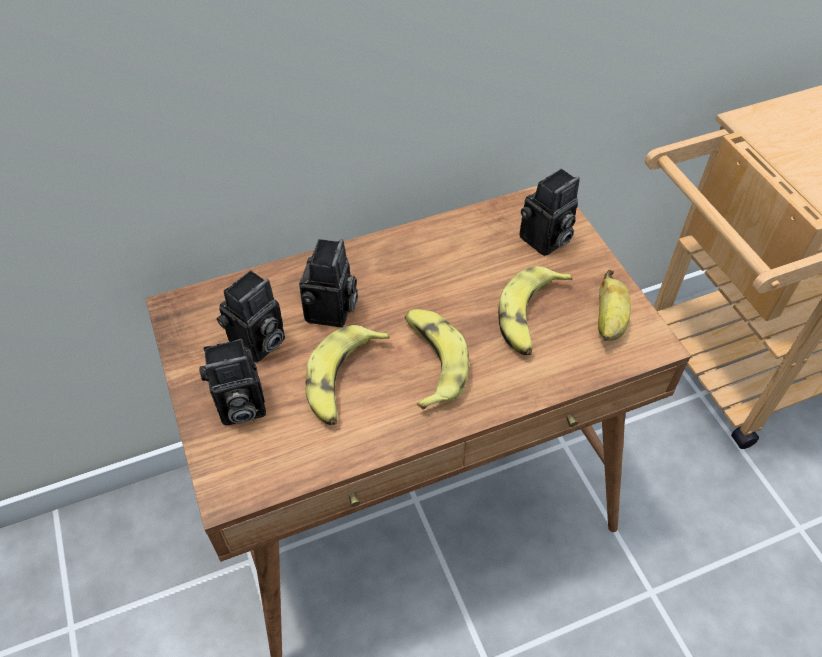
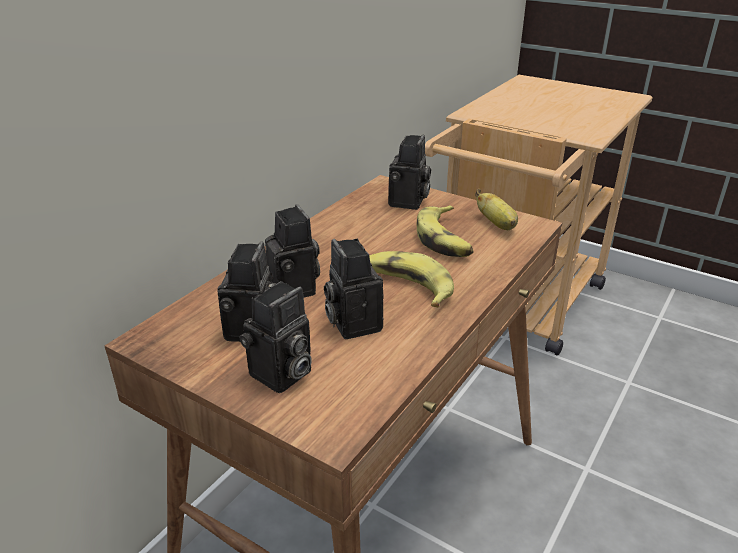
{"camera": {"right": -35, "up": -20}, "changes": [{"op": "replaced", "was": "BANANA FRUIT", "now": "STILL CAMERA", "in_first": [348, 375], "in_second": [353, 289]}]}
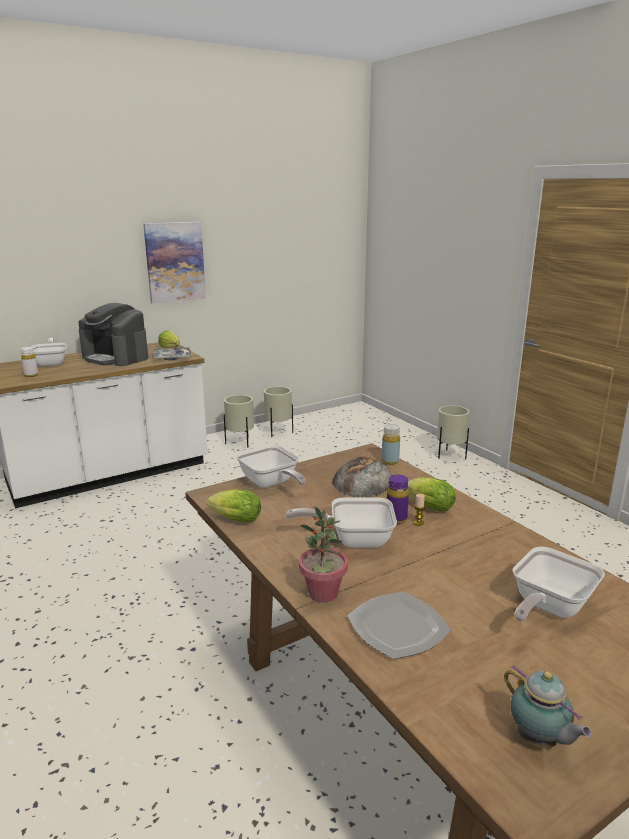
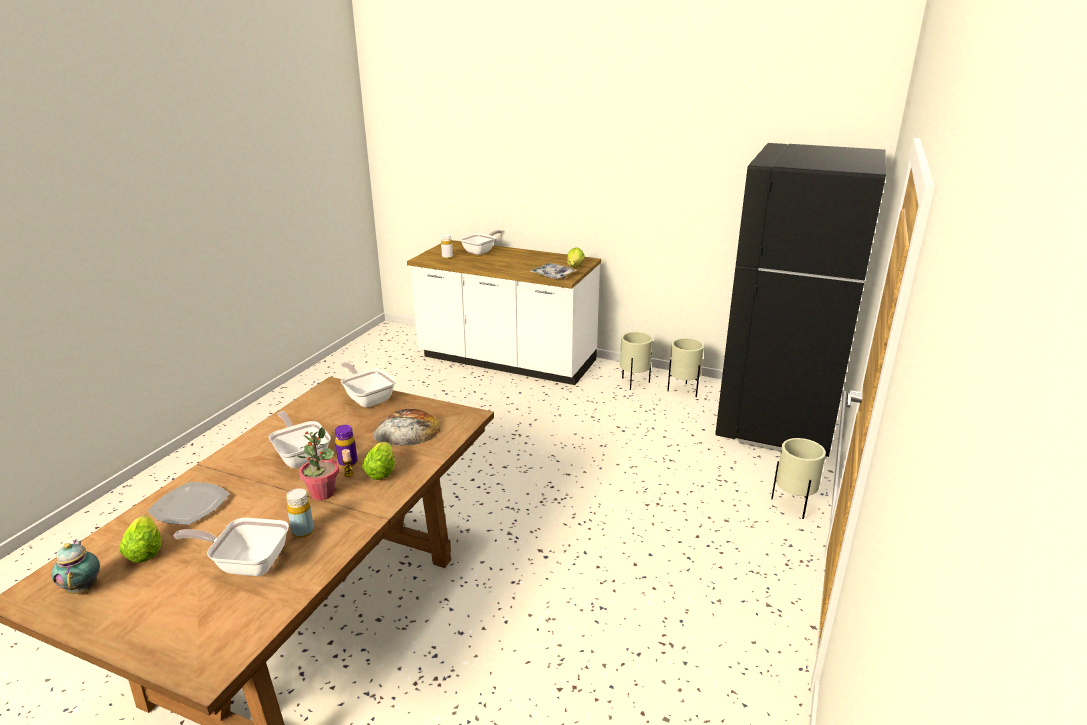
{"camera": {"right": 55, "up": 5}, "changes": [{"op": "turned", "was": "TEA POT", "in_first": [548, 706], "in_second": [75, 567], "clockwise": 135}, {"op": "moved", "was": "LETTUCE", "in_first": [234, 506], "in_second": [140, 539]}, {"op": "moved", "was": "YELLOW-COLOURED BEVERAGE BOTTLE", "in_first": [391, 444], "in_second": [300, 513]}, {"op": "moved", "was": "PLANT IN A POT", "in_first": [323, 554], "in_second": [317, 463]}, {"op": "turned", "was": "PAN", "in_first": [271, 466], "in_second": [368, 385], "clockwise": 120}, {"op": "added", "now": "BLACK FRIDGE", "in_second": [800, 301]}, {"op": "removed", "was": "COFFEE BREWER", "in_first": [113, 334]}, {"op": "removed", "was": "PICTURE", "in_first": [174, 263]}]}
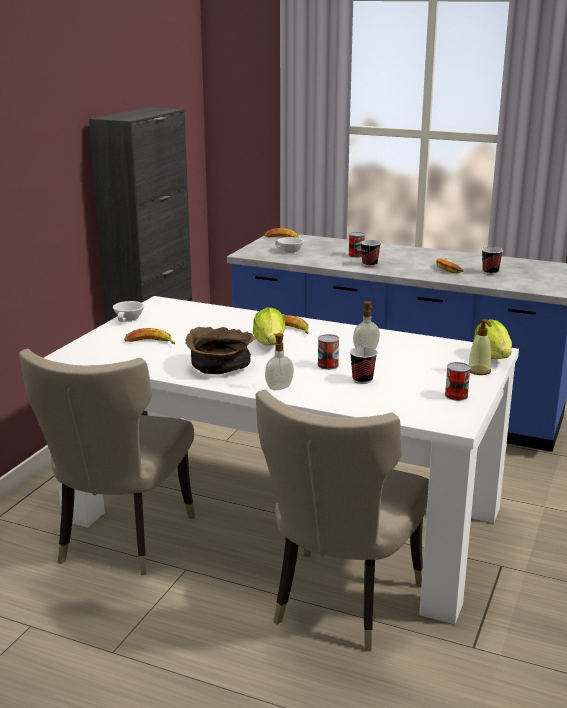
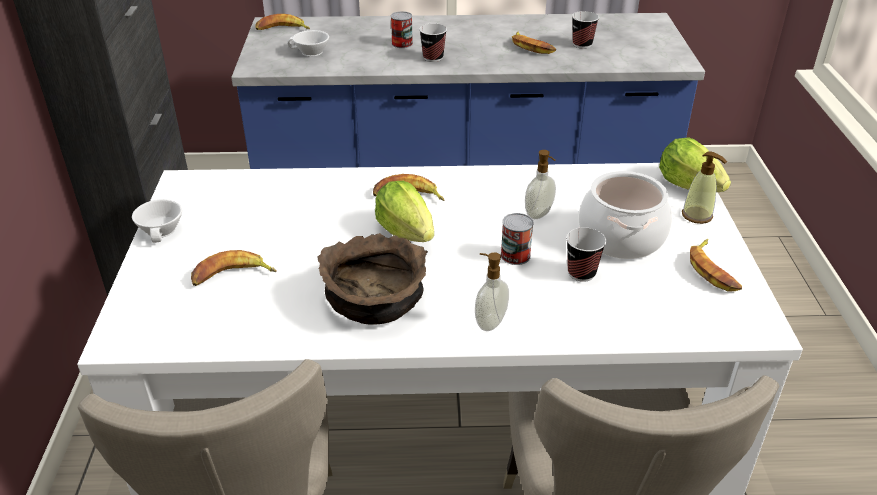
{"camera": {"right": -25, "up": 15}, "changes": [{"op": "added", "now": "SAUCEPOT", "in_second": [625, 215]}, {"op": "replaced", "was": "SEALED CAN", "now": "BANANA FRUIT", "in_first": [458, 381], "in_second": [716, 265]}]}
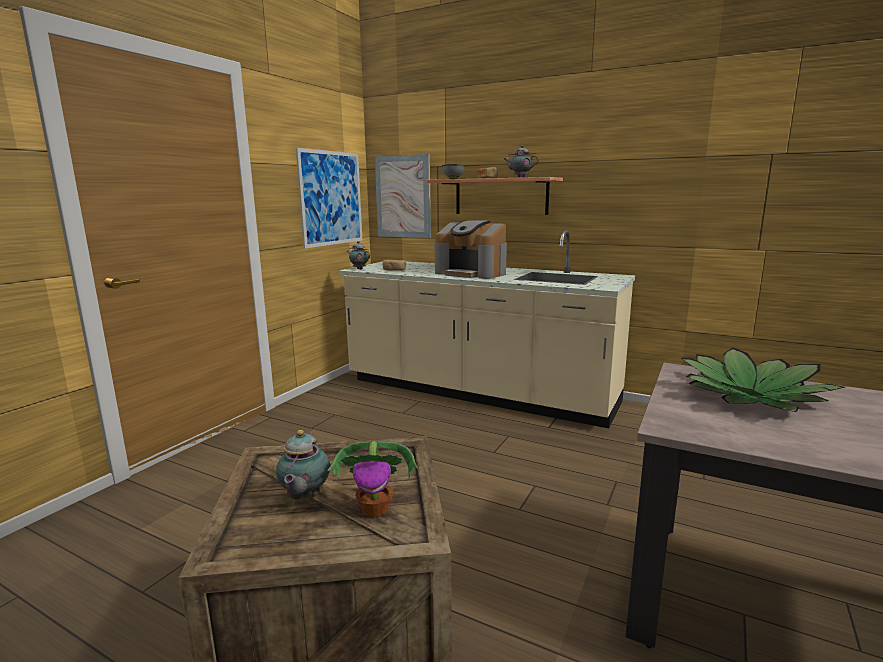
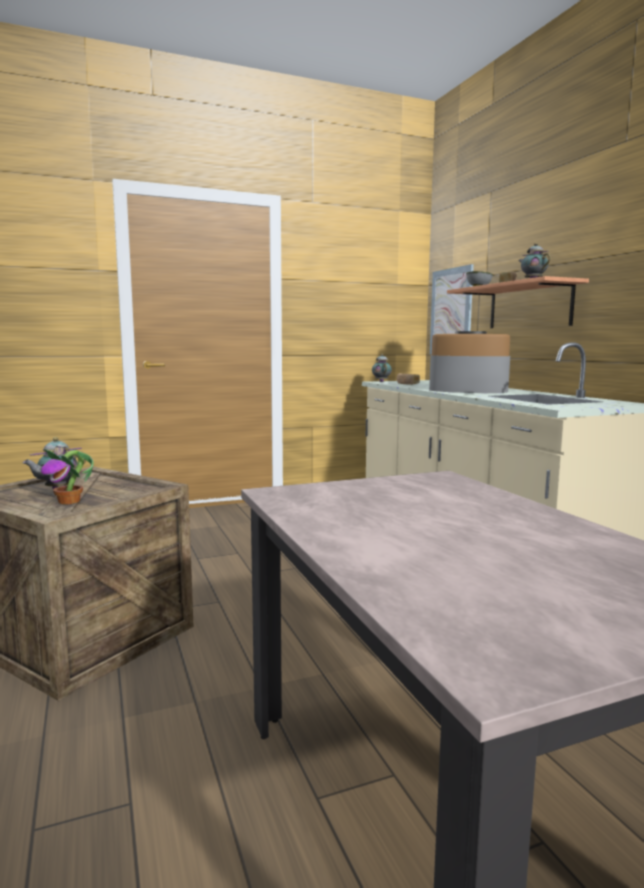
{"camera": {"right": 40, "up": -5}, "changes": [{"op": "turned", "was": "COFFEE BREWER", "in_first": [471, 249], "in_second": [469, 362], "clockwise": 120}, {"op": "removed", "was": "PICTURE", "in_first": [329, 198]}, {"op": "removed", "was": "PLANT IN A POT", "in_first": [763, 379]}]}
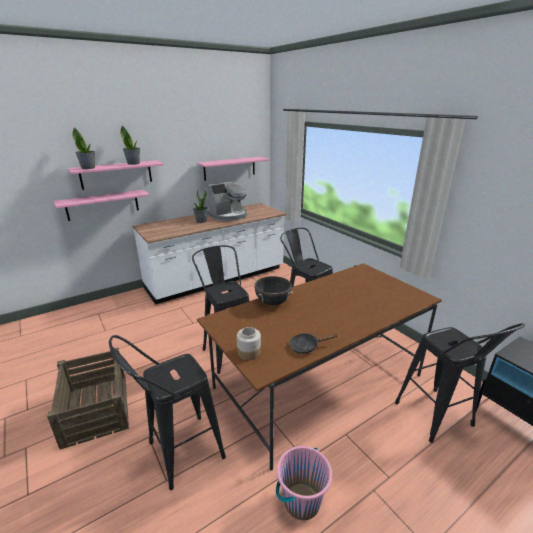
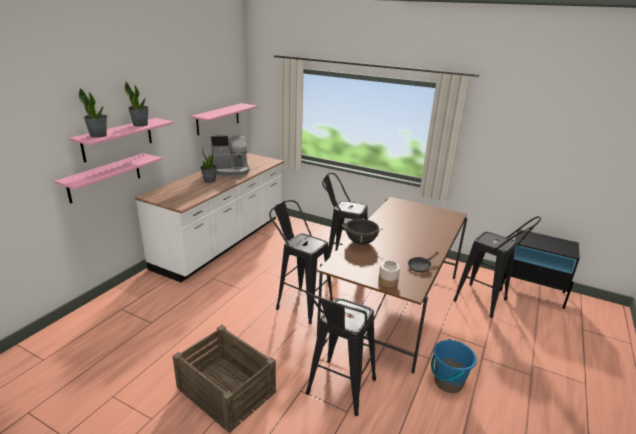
{"camera": {"right": -30, "up": 0}, "changes": [{"op": "turned", "was": "COFFEE BREWER", "in_first": [227, 201], "in_second": [230, 155], "clockwise": 45}, {"op": "recoloured", "was": "PINK-COLOURED PAIL", "now": "BLUE-COLOURED PAIL", "in_first": [304, 483], "in_second": [454, 366]}]}
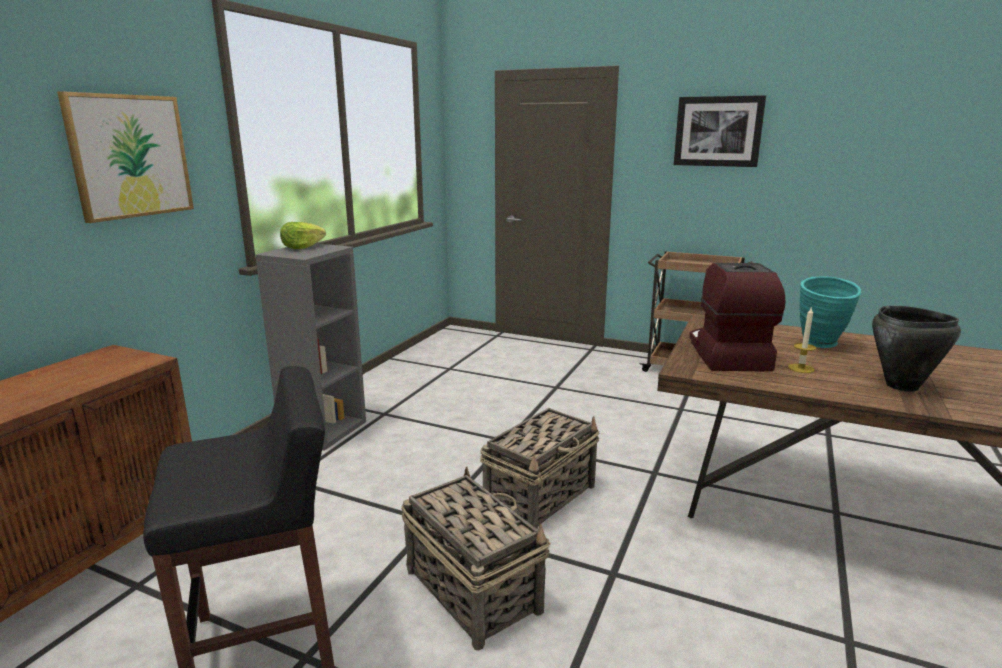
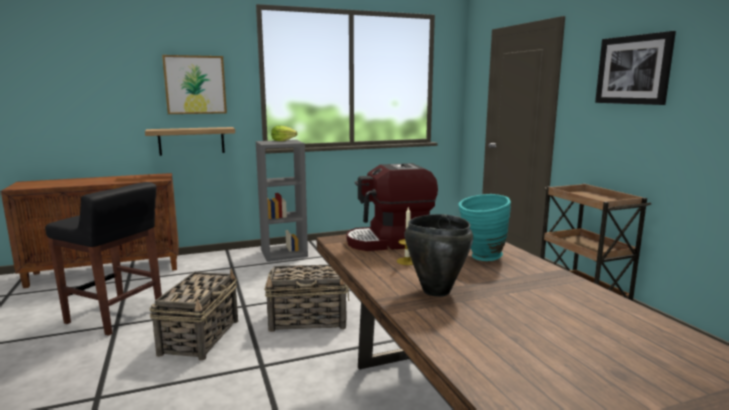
{"camera": {"right": 45, "up": -5}, "changes": [{"op": "added", "now": "BRACKET SHELF", "in_second": [190, 141]}, {"op": "turned", "was": "COFFEE BREWER", "in_first": [737, 317], "in_second": [392, 207], "clockwise": -150}]}
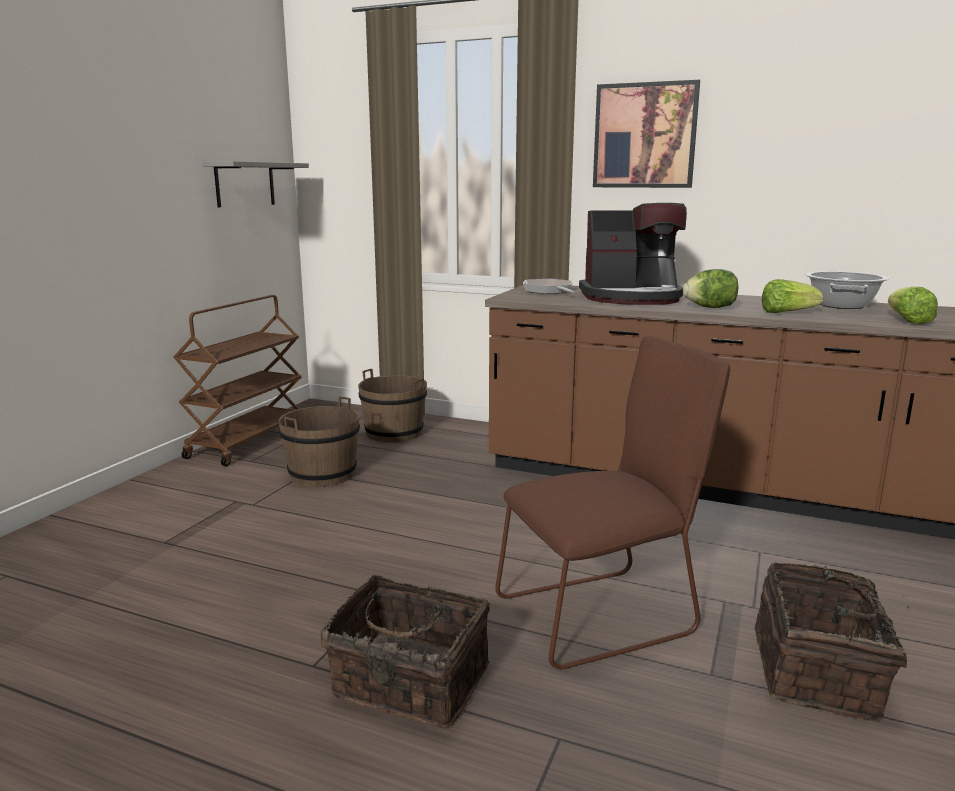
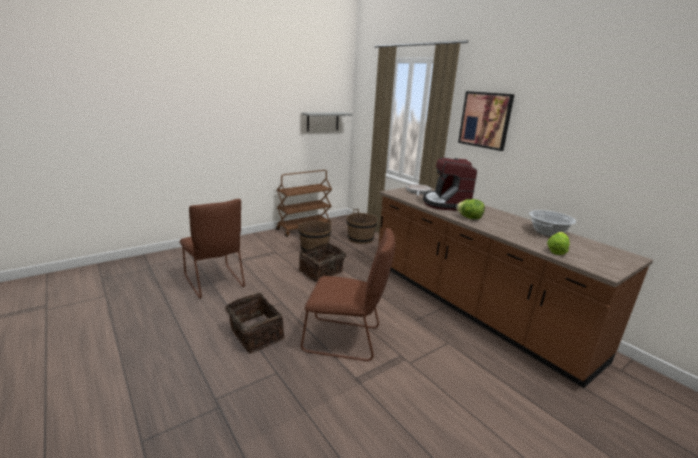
{"camera": {"right": 30, "up": 5}, "changes": [{"op": "added", "now": "BROWN CHAIR", "in_second": [212, 249]}, {"op": "moved", "was": "STORAGE BASKET", "in_first": [832, 641], "in_second": [324, 263]}, {"op": "turned", "was": "COFFEE BREWER", "in_first": [633, 254], "in_second": [450, 184], "clockwise": 60}, {"op": "removed", "was": "LETTUCE", "in_first": [792, 296]}]}
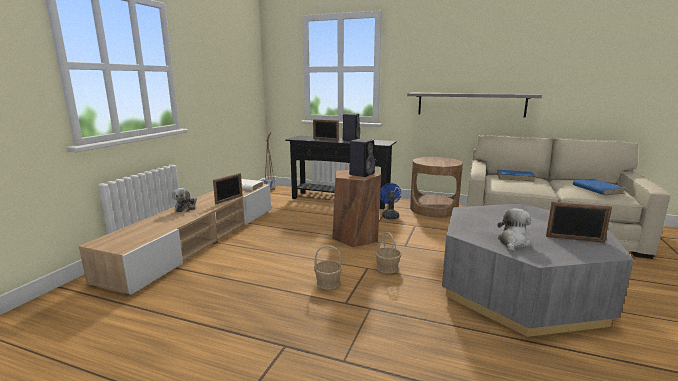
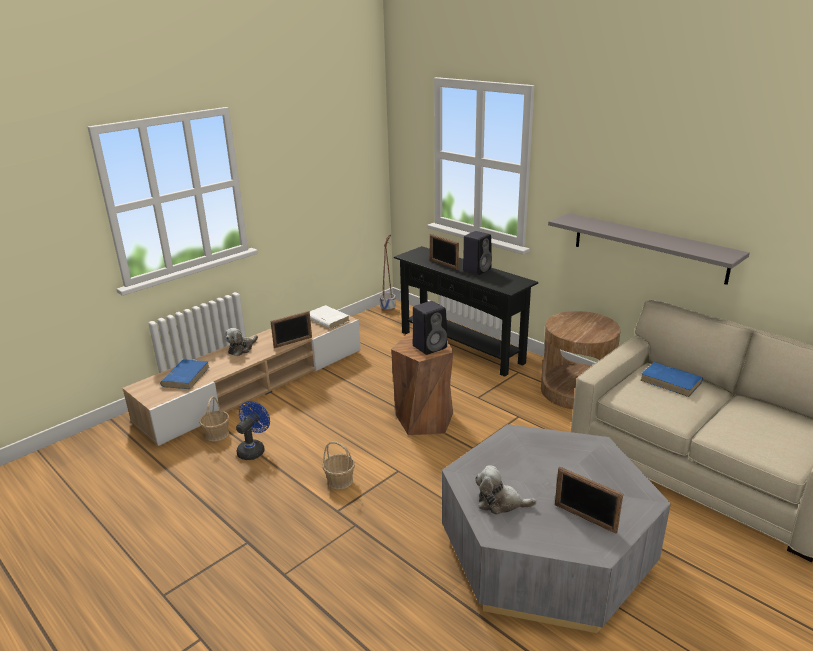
{"camera": {"right": 25, "up": 10}, "changes": [{"op": "moved", "was": "BLUE-COLOURED BOUND BOOK", "in_first": [598, 187], "in_second": [184, 374]}, {"op": "moved", "was": "STORAGE BASKET", "in_first": [388, 253], "in_second": [214, 419]}, {"op": "moved", "was": "BLUE-COLOURED COOLING FAN", "in_first": [390, 201], "in_second": [253, 430]}, {"op": "turned", "was": "PLUSH TOY", "in_first": [514, 230], "in_second": [506, 490], "clockwise": -135}]}
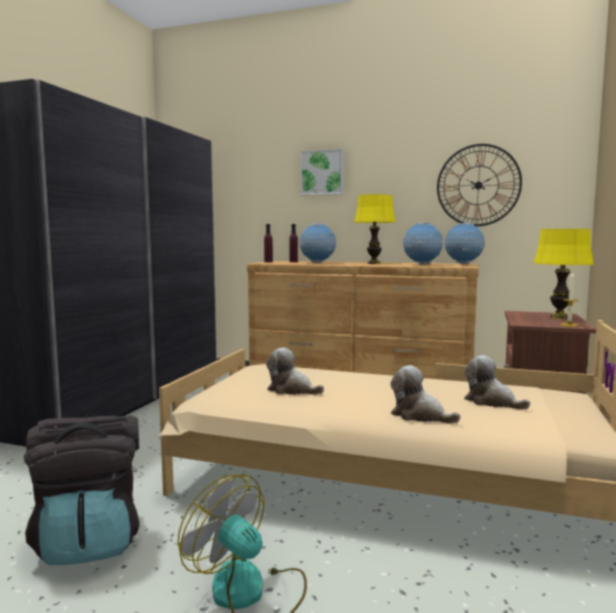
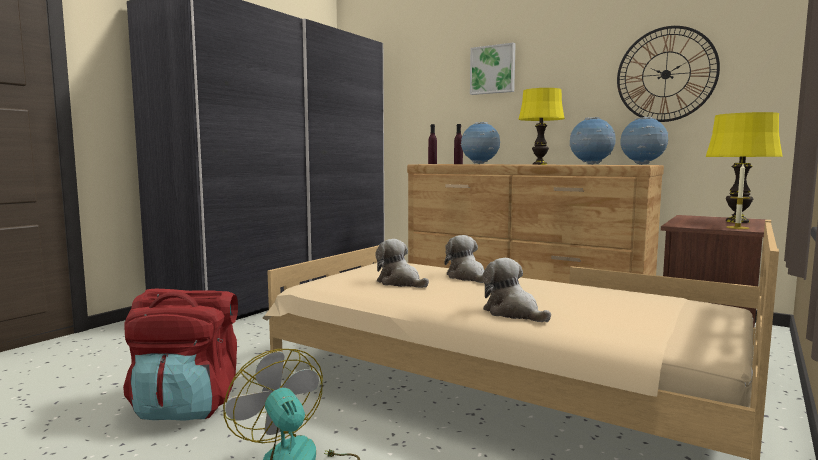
{"camera": {"right": 15, "up": 0}, "changes": [{"op": "recoloured", "was": "BLACK BACKPACK", "now": "REDDISH BACKPACK", "in_first": [81, 490], "in_second": [180, 355]}, {"op": "moved", "was": "PLUSH TOY", "in_first": [497, 382], "in_second": [464, 259]}]}
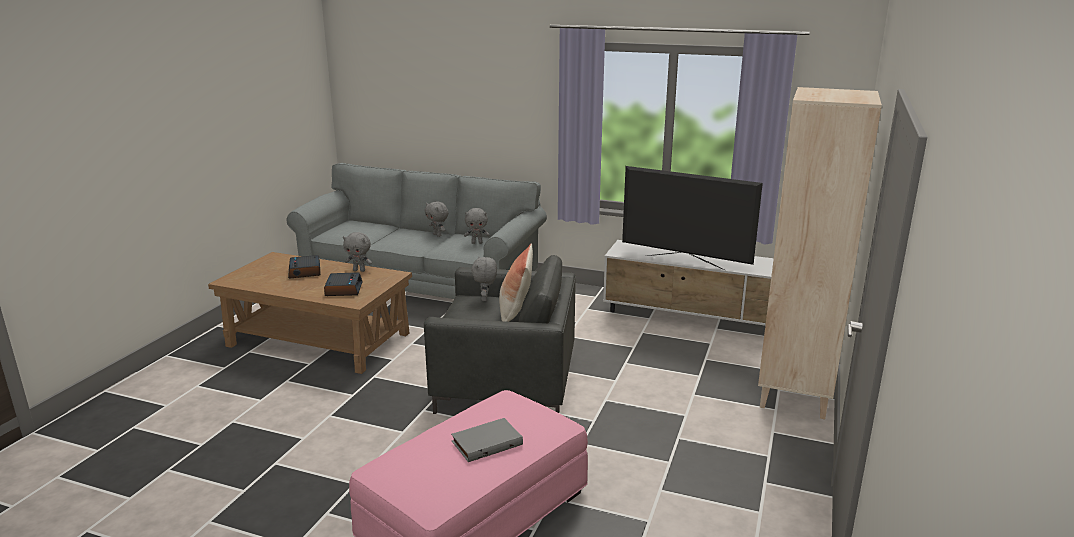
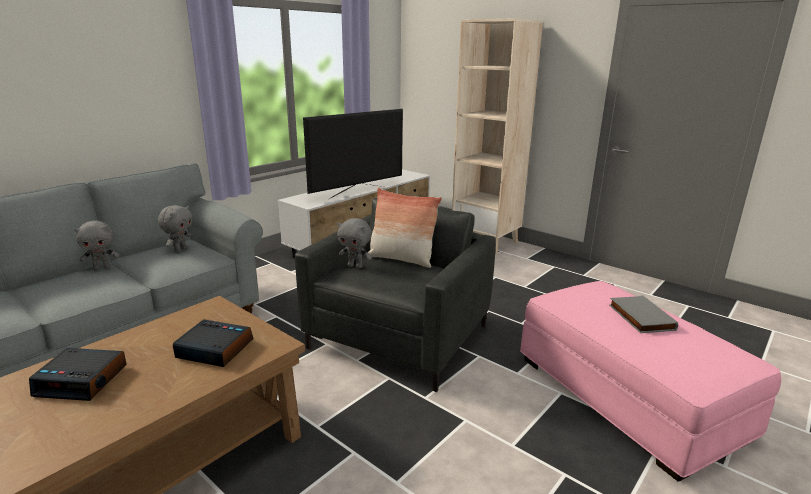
{"camera": {"right": -70, "up": 0}, "changes": [{"op": "removed", "was": "GRAY PLUSH TOY", "in_first": [357, 252]}]}
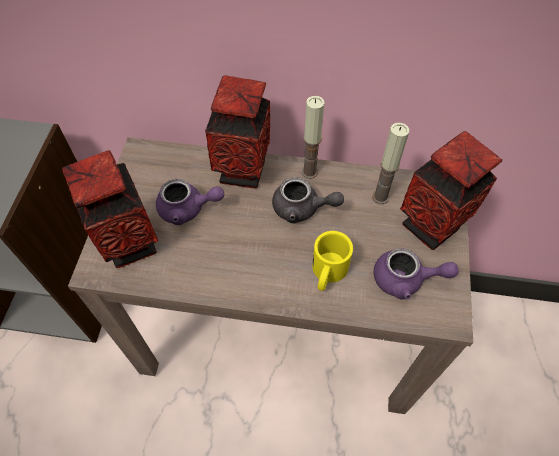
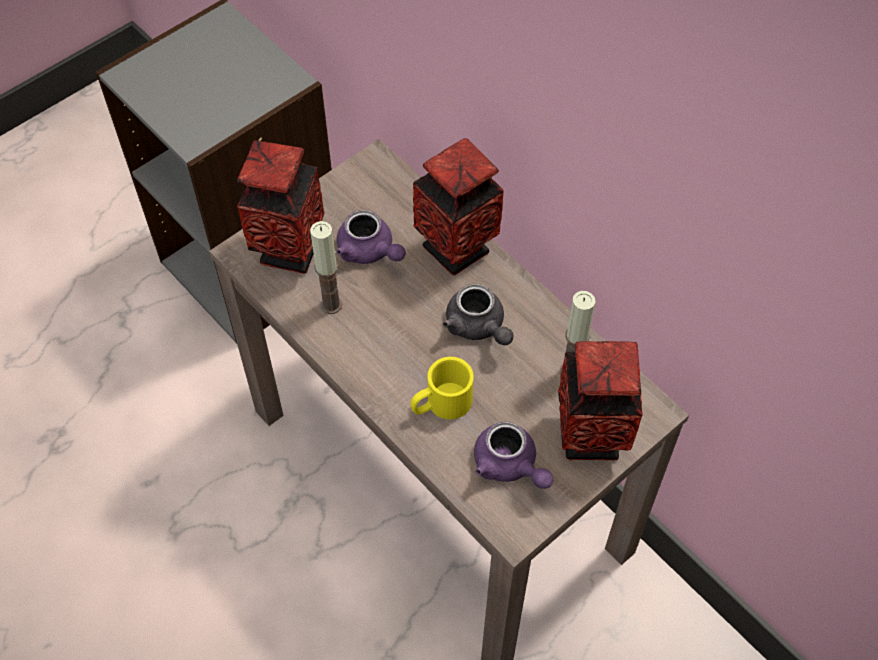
{"camera": {"right": 40, "up": 0}, "changes": [{"op": "moved", "was": "CANDLE", "in_first": [312, 137], "in_second": [326, 267]}]}
